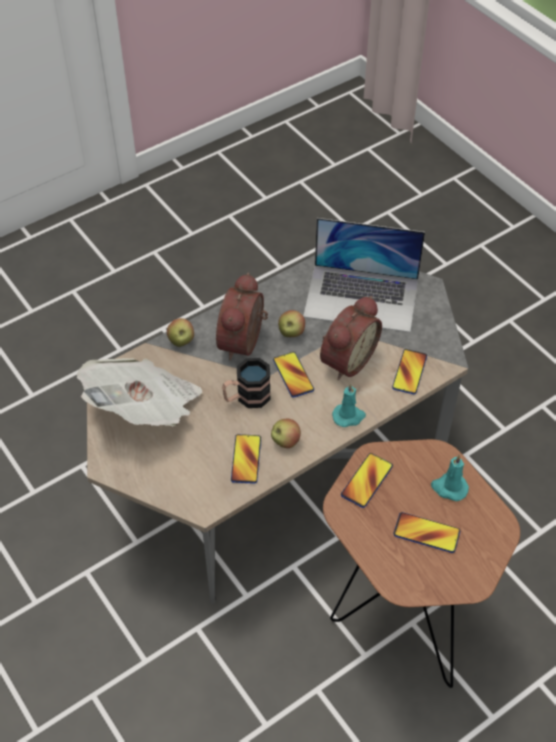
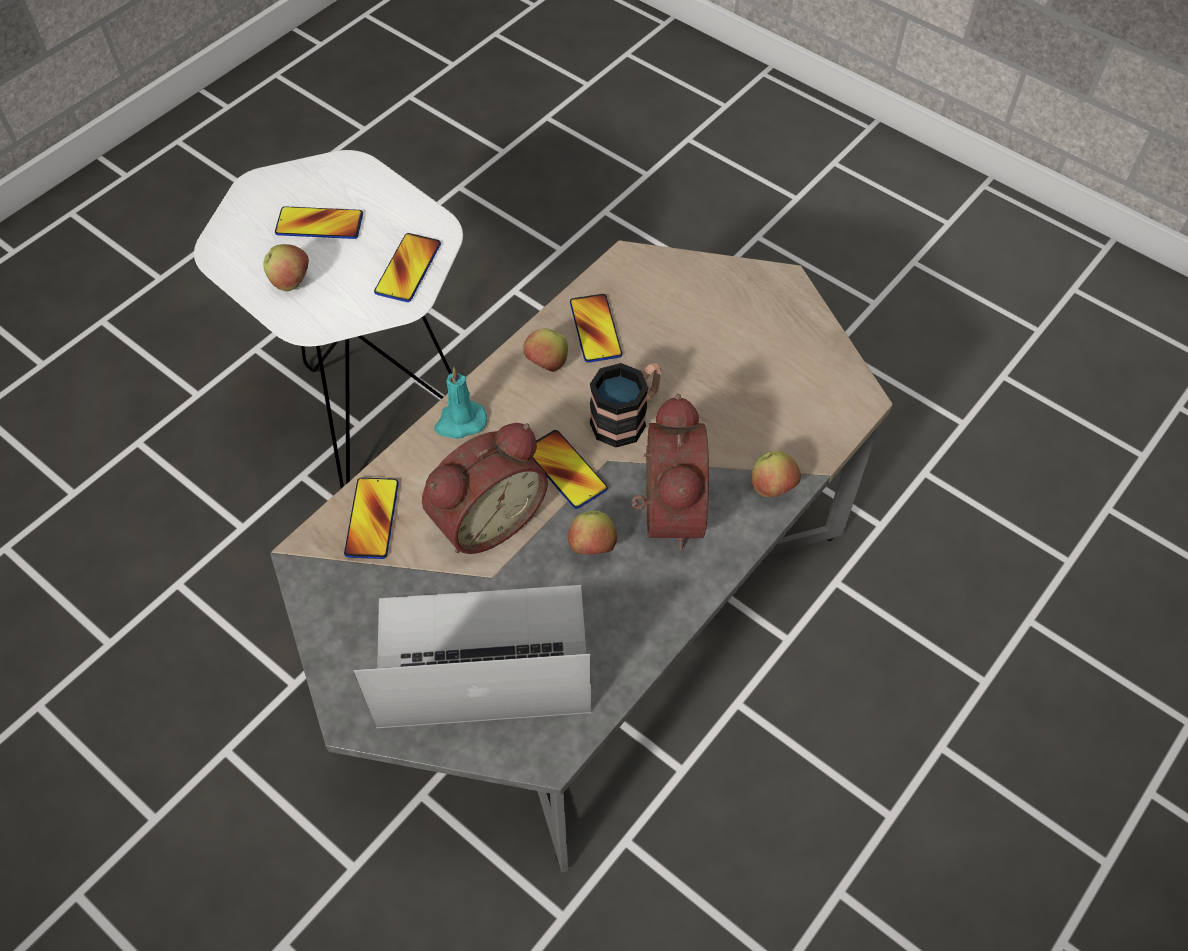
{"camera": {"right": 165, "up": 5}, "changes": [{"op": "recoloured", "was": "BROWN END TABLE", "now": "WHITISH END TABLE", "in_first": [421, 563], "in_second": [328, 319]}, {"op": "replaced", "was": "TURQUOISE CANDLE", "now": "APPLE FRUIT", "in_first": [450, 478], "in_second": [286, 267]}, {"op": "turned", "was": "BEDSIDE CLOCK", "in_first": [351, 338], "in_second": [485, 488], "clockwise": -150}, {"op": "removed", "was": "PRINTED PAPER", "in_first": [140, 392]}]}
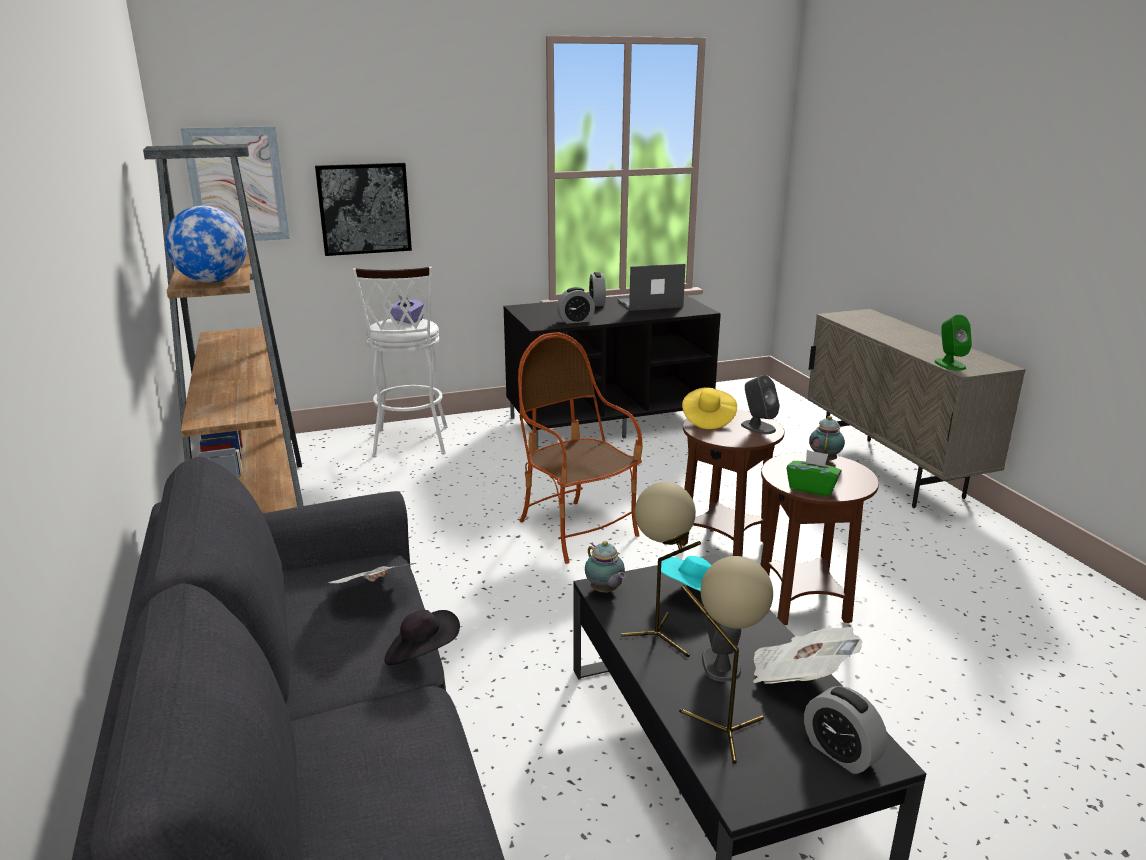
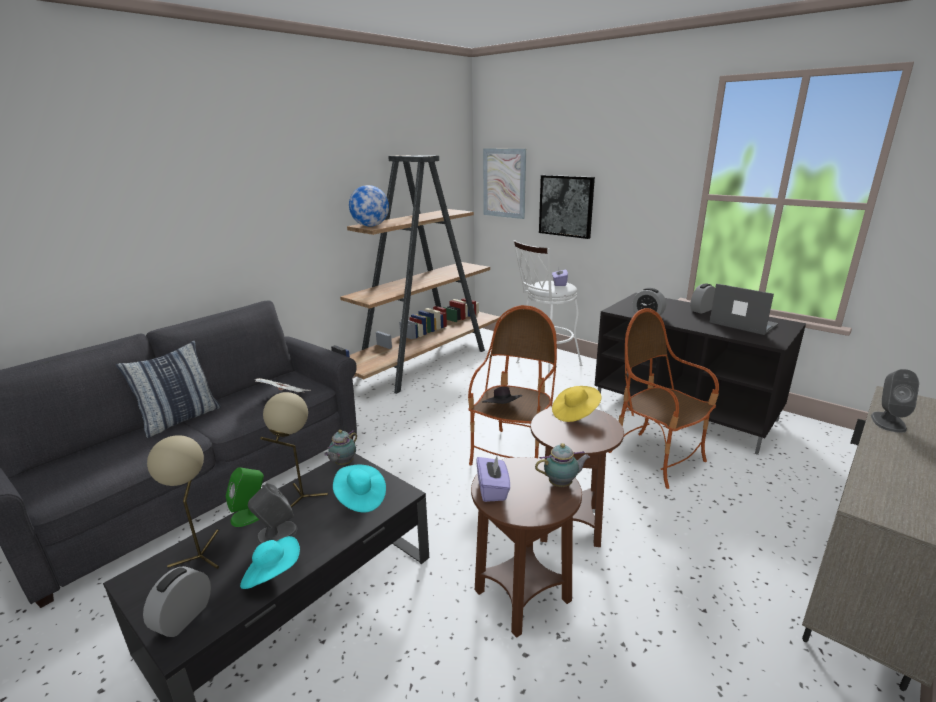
{"camera": {"right": 60, "up": 0}, "changes": [{"op": "added", "now": "PILLOW", "in_second": [168, 389]}, {"op": "moved", "was": "GREEN-COLOURED SPEAKER", "in_first": [953, 343], "in_second": [245, 497]}, {"op": "replaced", "was": "PRINTED PAPER", "now": "TURQUOISE HAT", "in_first": [807, 655], "in_second": [270, 562]}, {"op": "recoloured", "was": "GREEN-COLOURED TISSUE BOX", "now": "PURPLISH TISSUE BOX", "in_first": [814, 473], "in_second": [493, 479]}, {"op": "moved", "was": "BLACK HAT", "in_first": [422, 637], "in_second": [502, 395]}, {"op": "added", "now": "ARMCHAIR", "in_second": [664, 398]}, {"op": "moved", "was": "GRAY SPEAKER", "in_first": [760, 404], "in_second": [895, 401]}]}
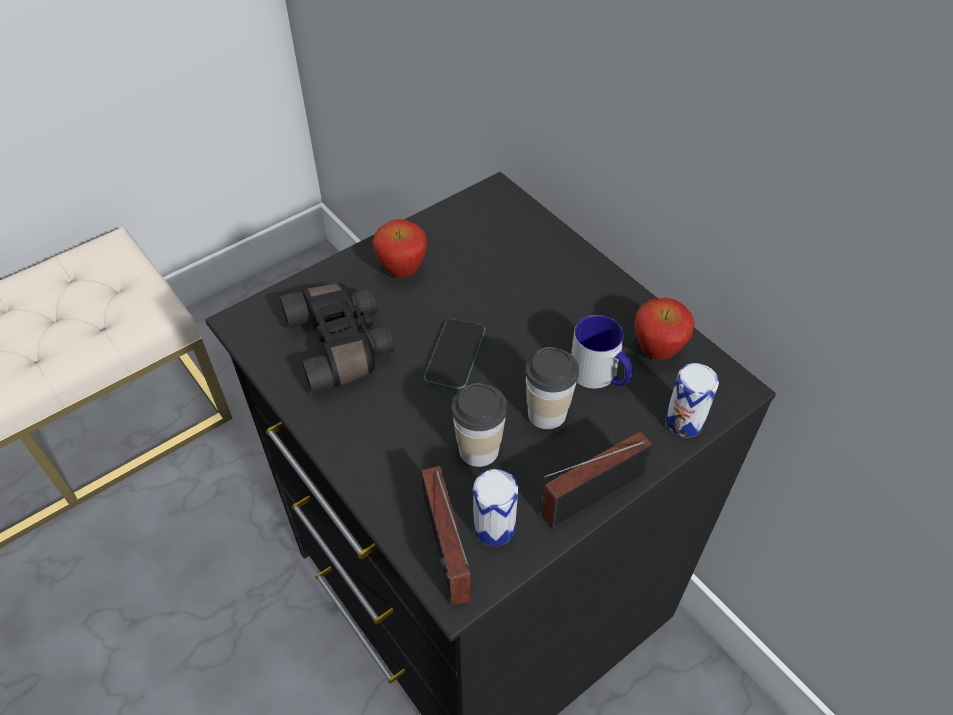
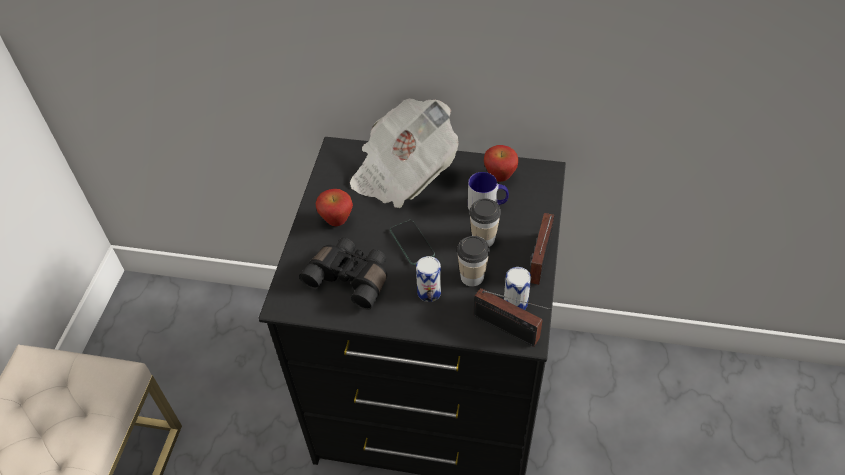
{"camera": {"right": -40, "up": 0}, "changes": [{"op": "added", "now": "PRINTED PAPER", "in_second": [404, 153]}, {"op": "moved", "was": "SEALED CAN", "in_first": [692, 400], "in_second": [428, 279]}]}
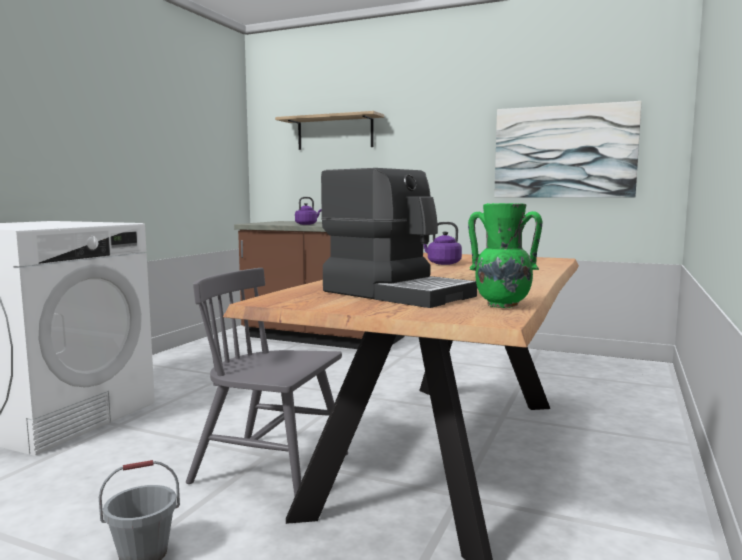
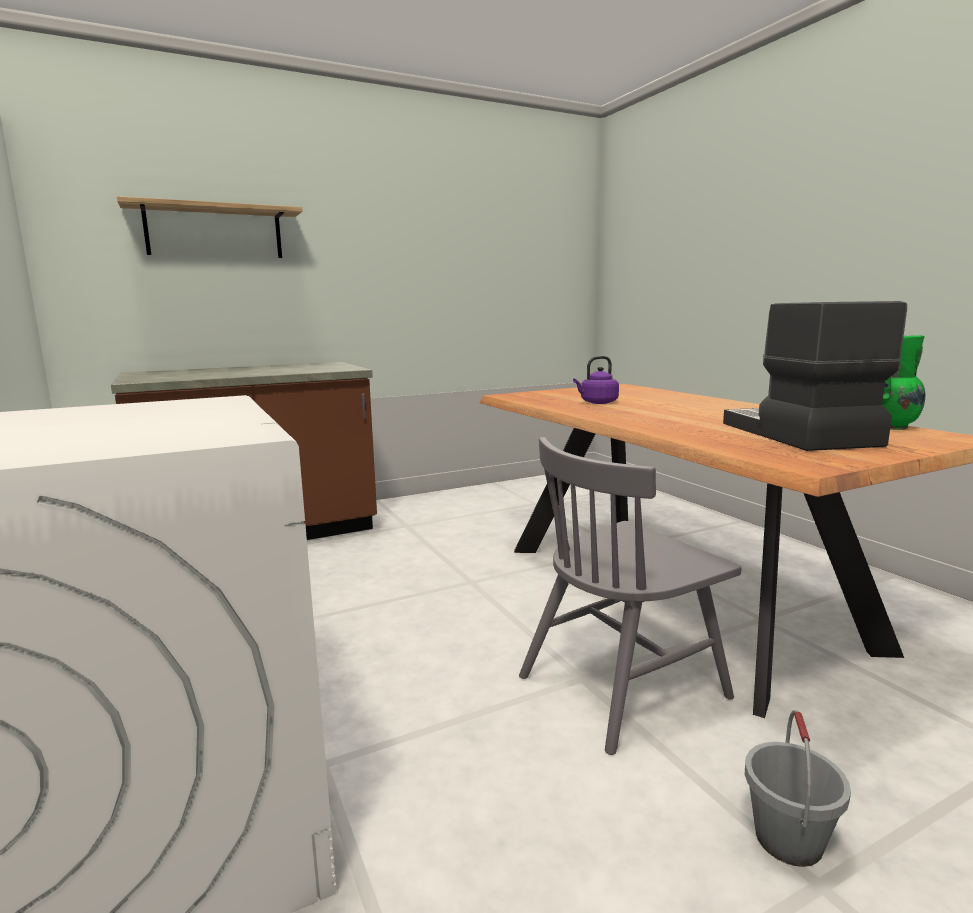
{"camera": {"right": -50, "up": 5}, "changes": [{"op": "turned", "was": "COFFEE BREWER", "in_first": [399, 238], "in_second": [815, 376], "clockwise": -90}, {"op": "removed", "was": "PURPLISH TEA KETTLE", "in_first": [308, 211]}, {"op": "removed", "was": "PICTURE", "in_first": [568, 149]}]}
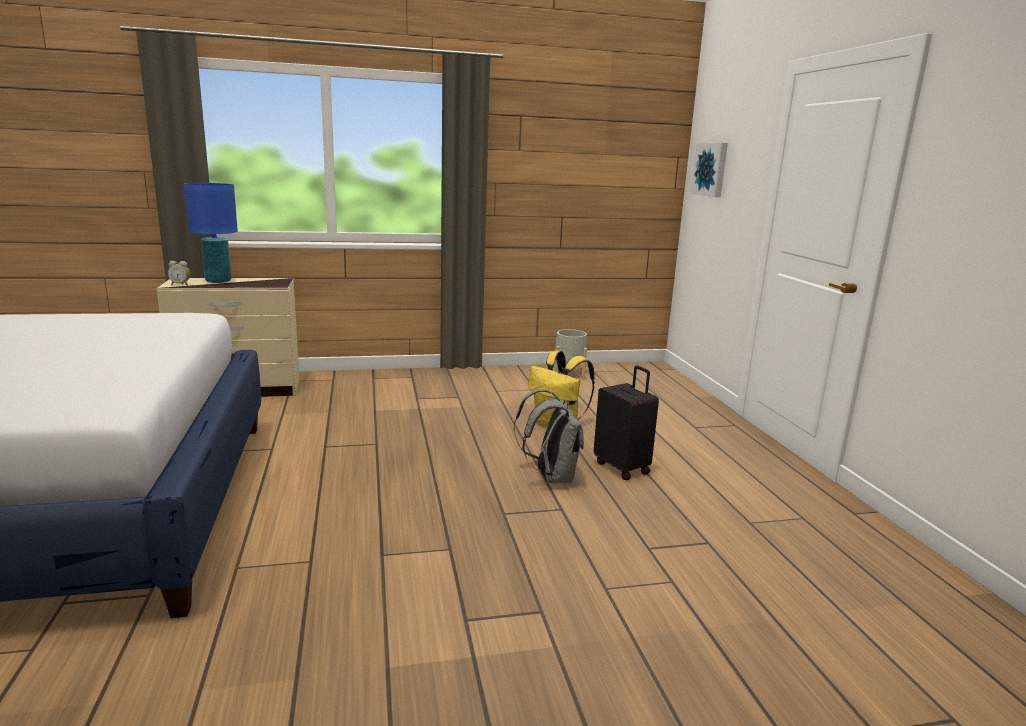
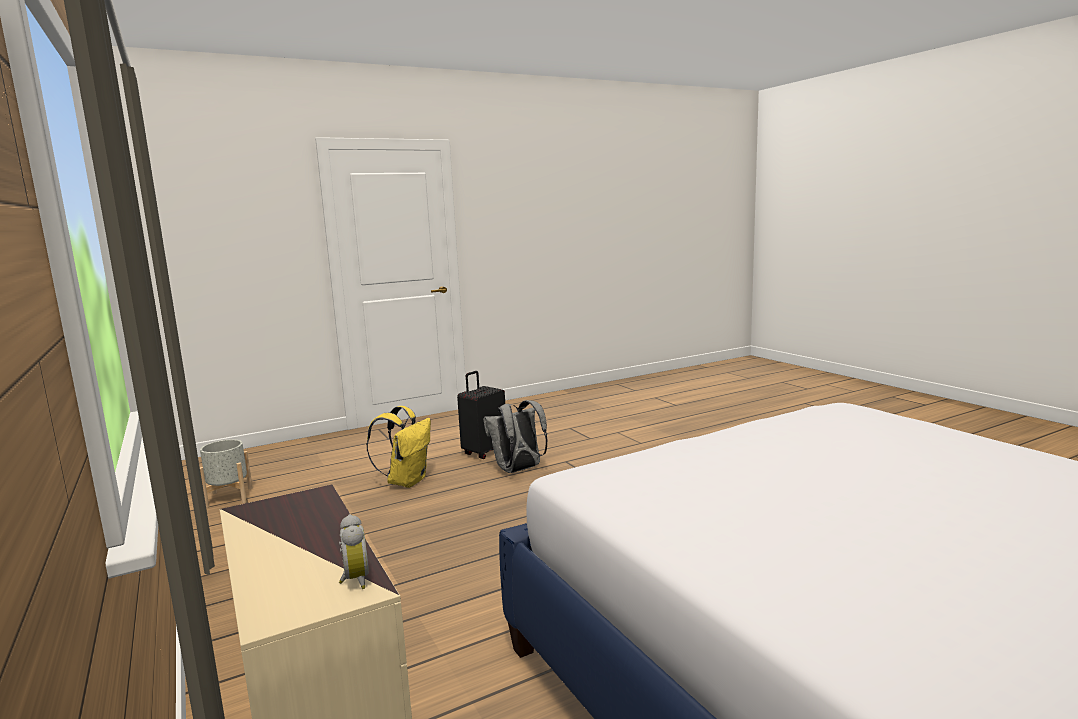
{"camera": {"right": -105, "up": -5}, "changes": [{"op": "removed", "was": "BLUE-COLOURED TABLE LAMP", "in_first": [211, 233]}, {"op": "removed", "was": "PICTURE", "in_first": [709, 170]}]}
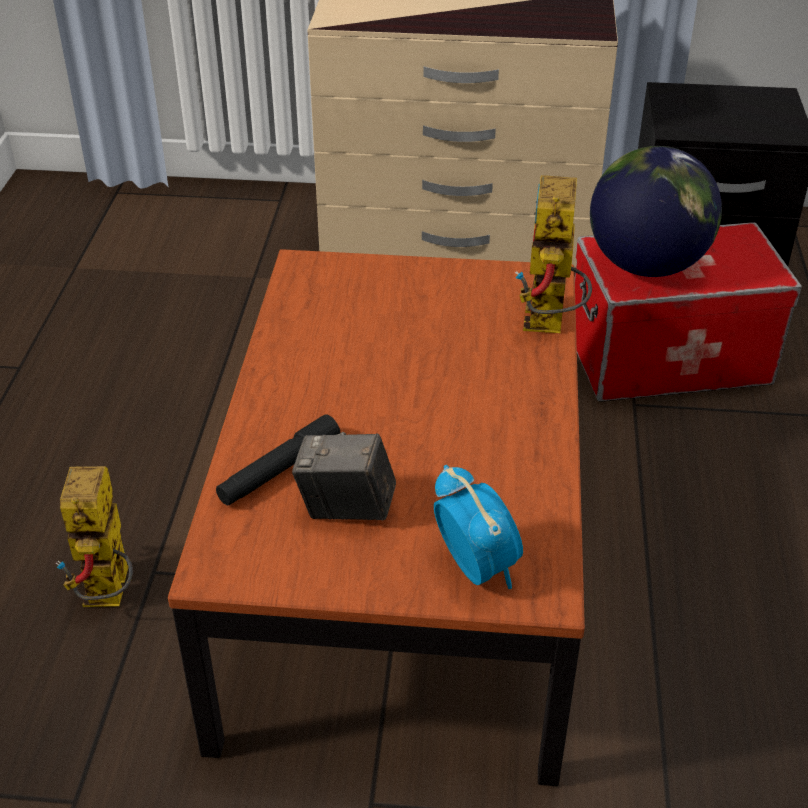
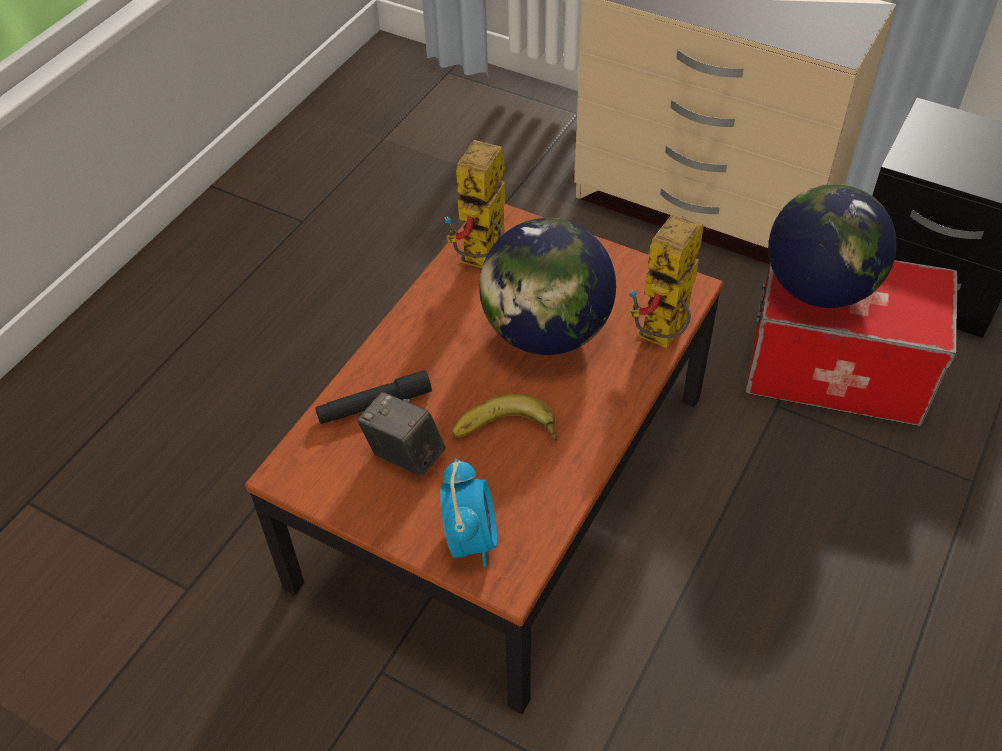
{"camera": {"right": 25, "up": 10}, "changes": [{"op": "moved", "was": "ROBOT FIGURE", "in_first": [94, 536], "in_second": [474, 204]}, {"op": "added", "now": "BANANA FRUIT", "in_second": [504, 417]}, {"op": "added", "now": "WORLD GLOBE", "in_second": [547, 286]}]}
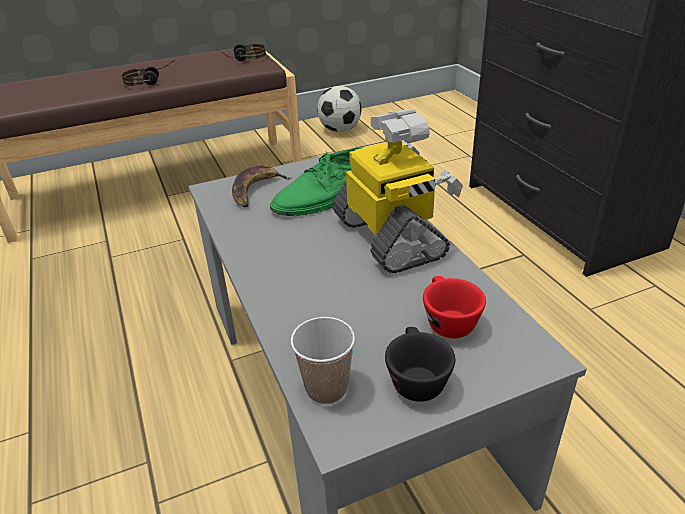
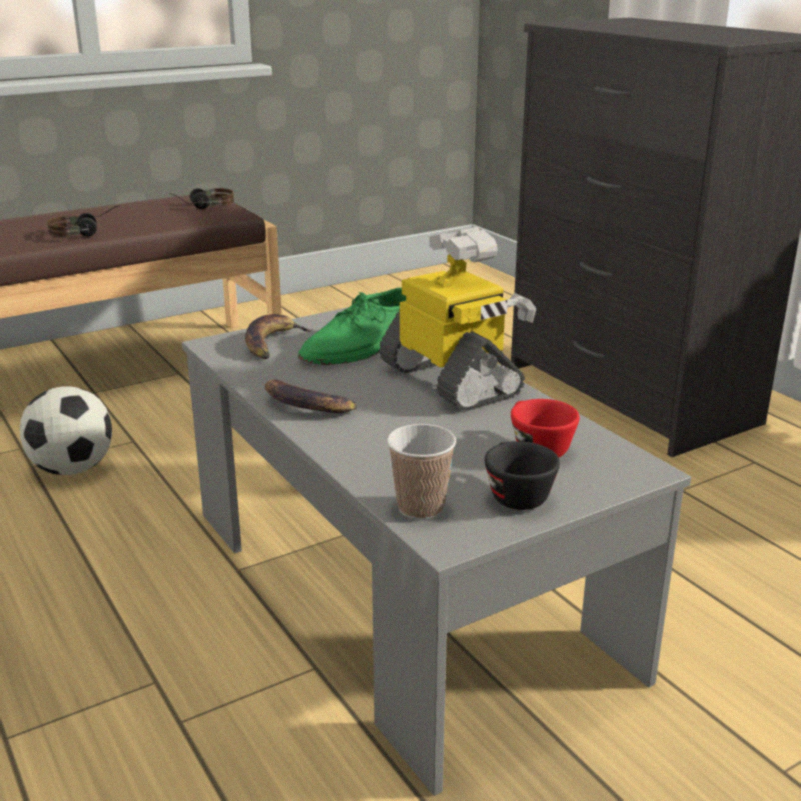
{"camera": {"right": -10, "up": -10}, "changes": [{"op": "moved", "was": "FOOTBALL", "in_first": [339, 109], "in_second": [66, 431]}, {"op": "added", "now": "BANANA FRUIT", "in_second": [311, 396]}]}
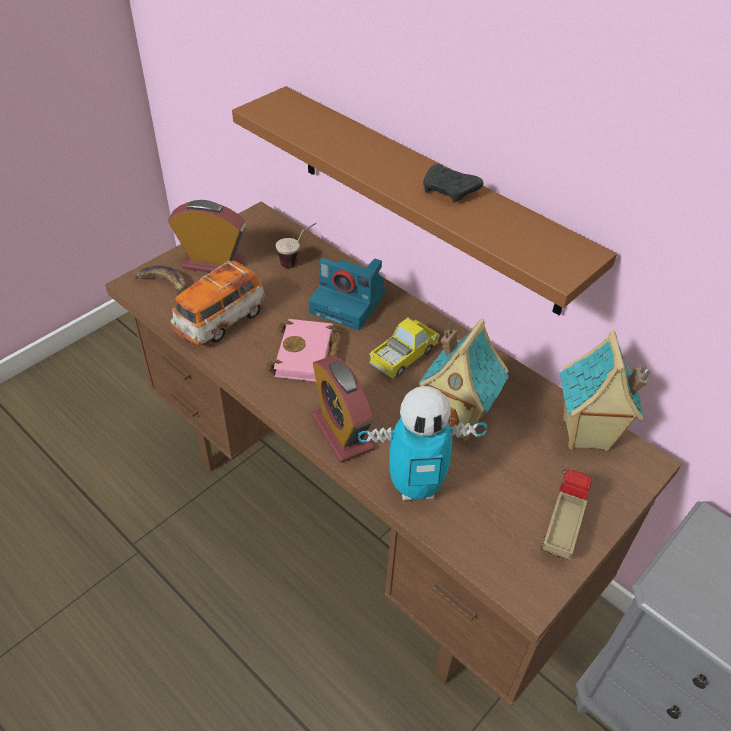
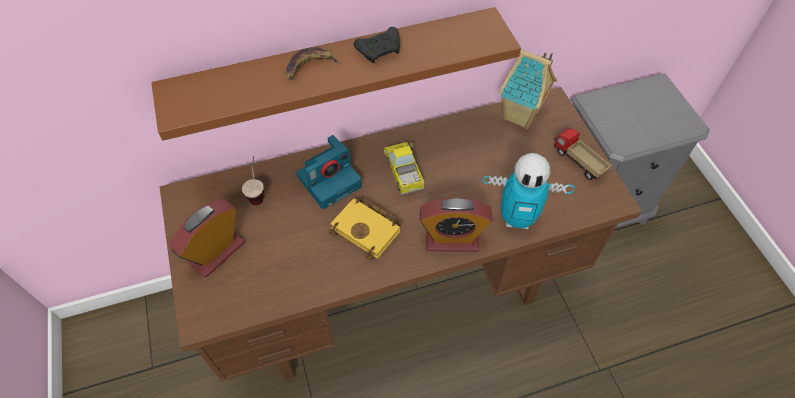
{"camera": {"right": -60, "up": 10}, "changes": [{"op": "moved", "was": "BANANA FRUIT", "in_first": [159, 281], "in_second": [313, 63]}, {"op": "recoloured", "was": "PINK-COLOURED BOUND BOOK", "now": "YELLOW-COLOURED BOUND BOOK", "in_first": [304, 350], "in_second": [365, 228]}, {"op": "turned", "was": "ROBOT FIGURE", "in_first": [422, 443], "in_second": [529, 191], "clockwise": 75}, {"op": "removed", "was": "MODEL CAR", "in_first": [219, 303]}, {"op": "removed", "was": "TOY HOUSE", "in_first": [464, 380]}]}
